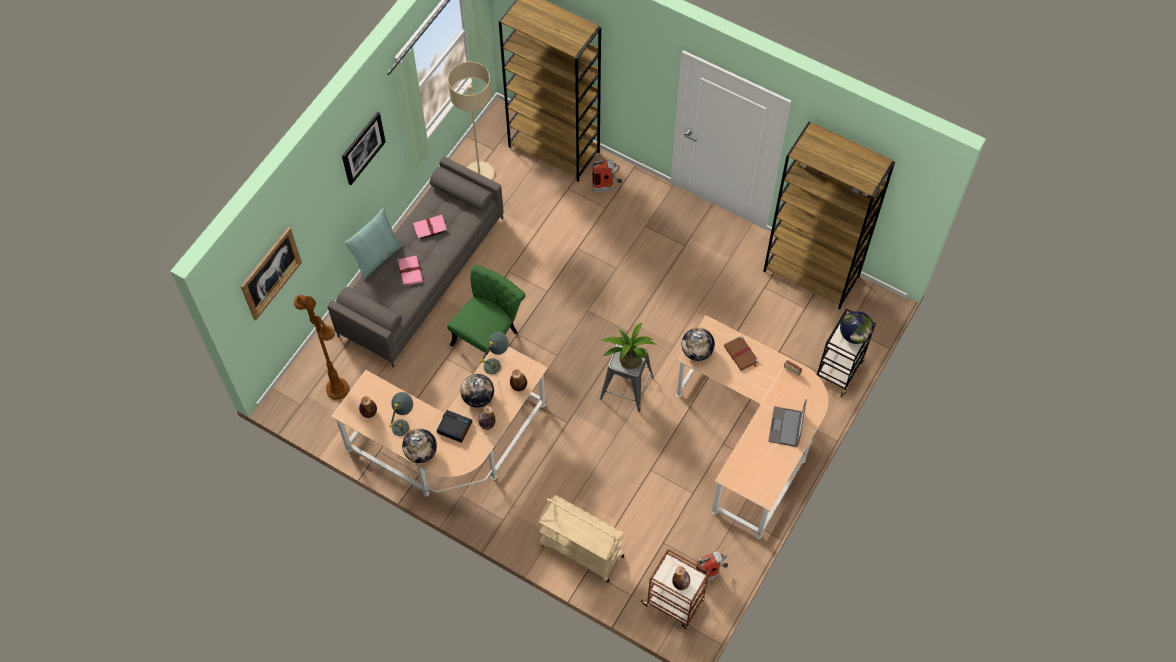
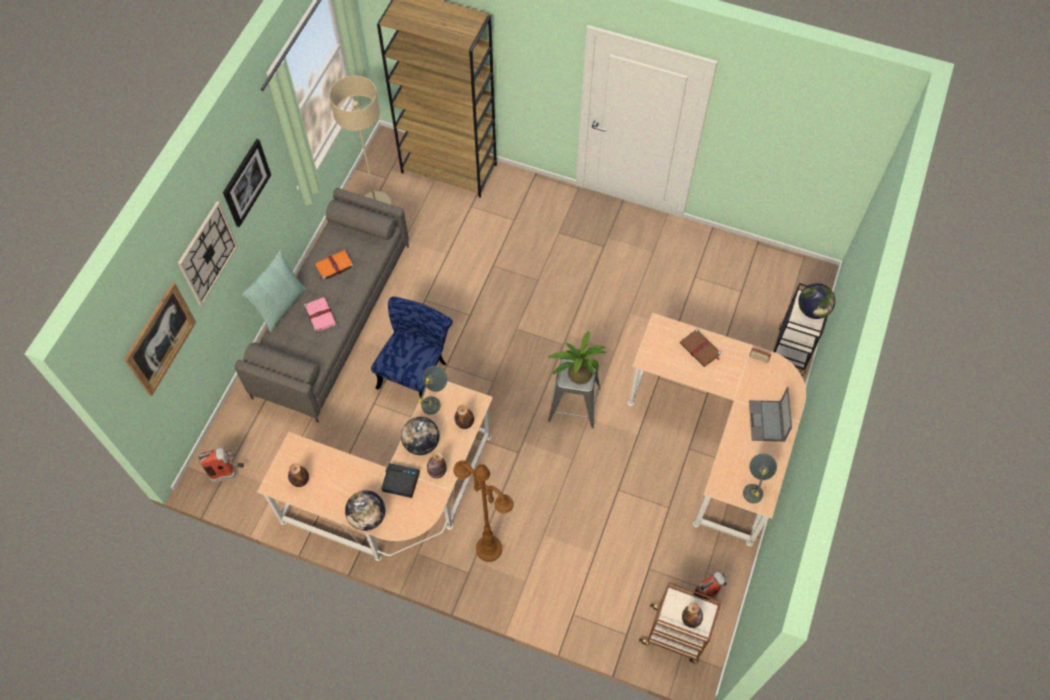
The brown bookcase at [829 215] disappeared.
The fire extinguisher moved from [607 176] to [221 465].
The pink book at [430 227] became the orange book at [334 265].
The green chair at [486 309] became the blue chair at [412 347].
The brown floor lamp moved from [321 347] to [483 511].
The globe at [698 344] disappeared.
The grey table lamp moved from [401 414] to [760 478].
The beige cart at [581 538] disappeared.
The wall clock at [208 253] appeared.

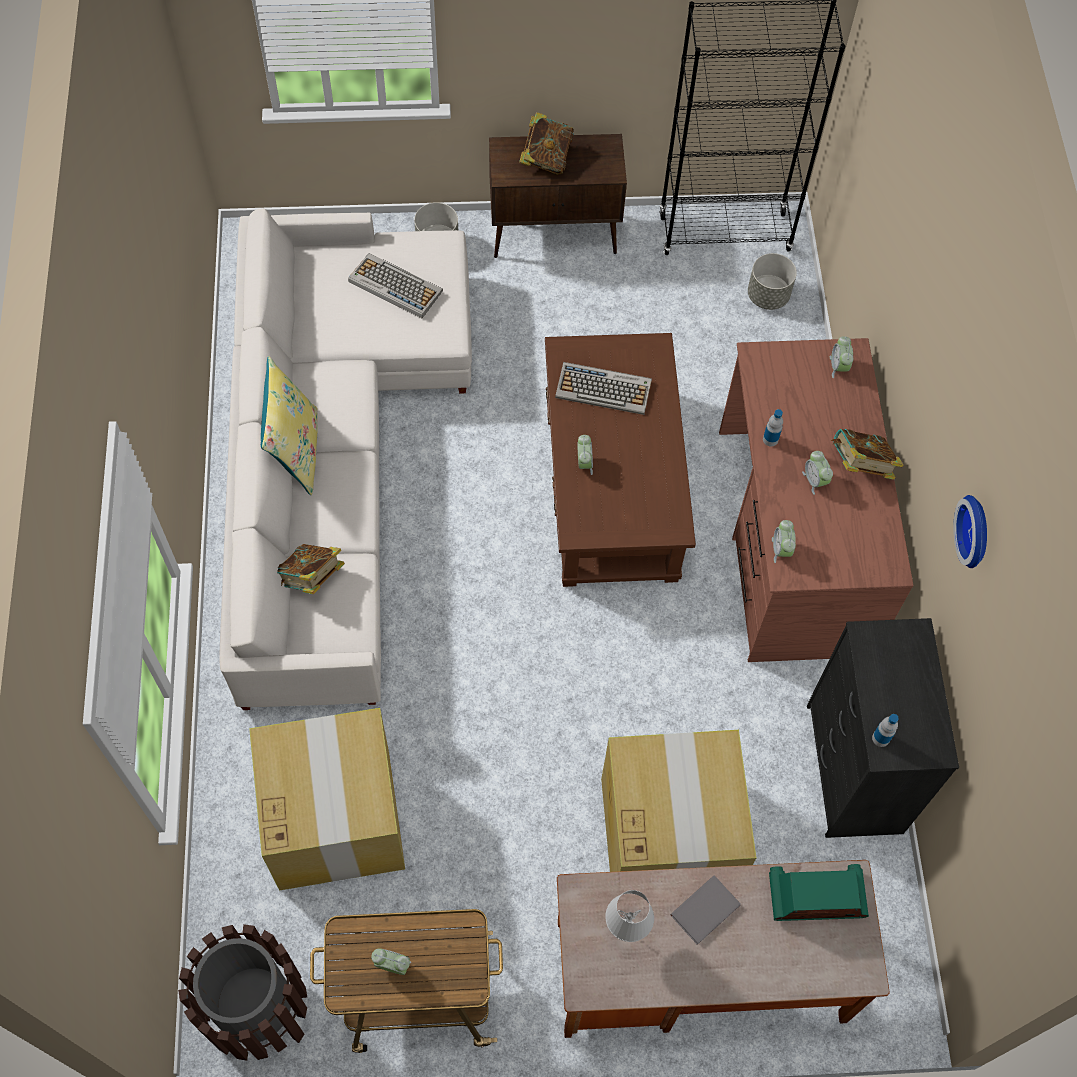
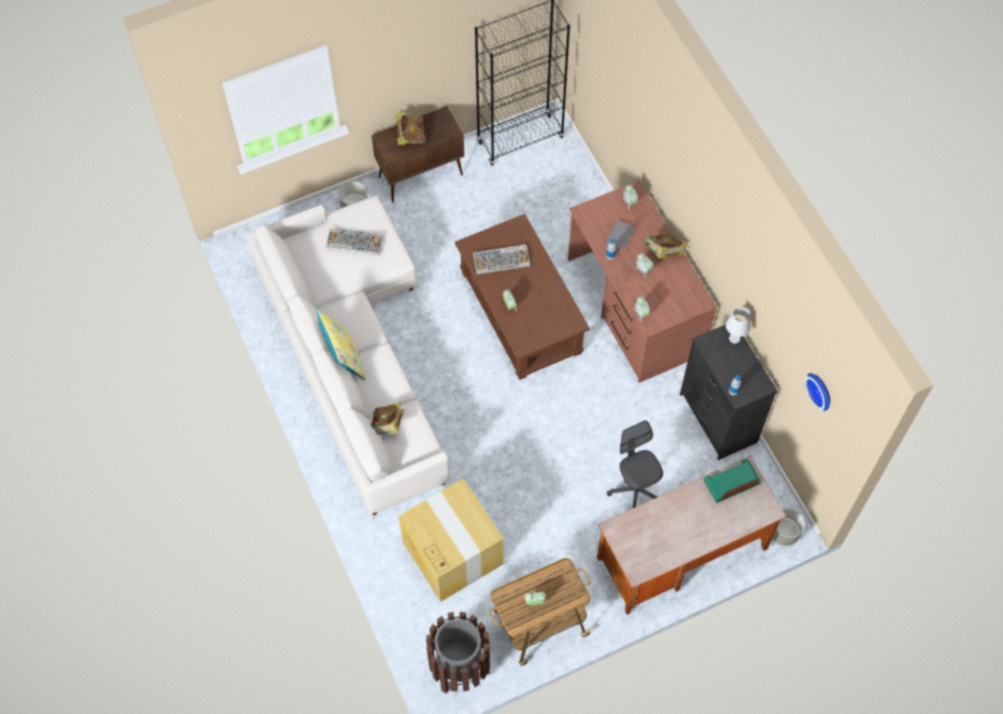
The grey planter moved from [772 281] to [788 527].
The wall clock moved from [970 531] to [817 392].
The cardboard box at [678 801] was replaced by the grey office chair at [635 464].
The grey book moved from [706 910] to [620 236].
The white table lamp moved from [629 916] to [738 325].

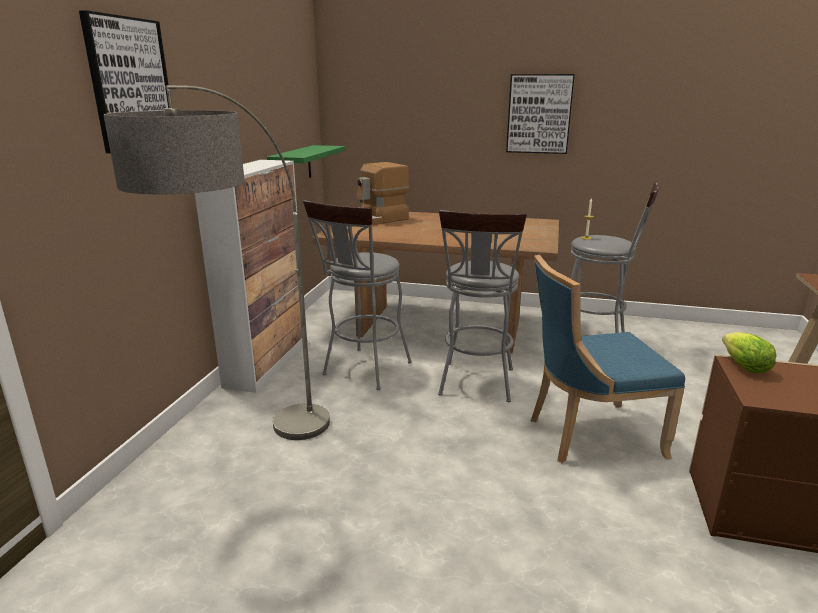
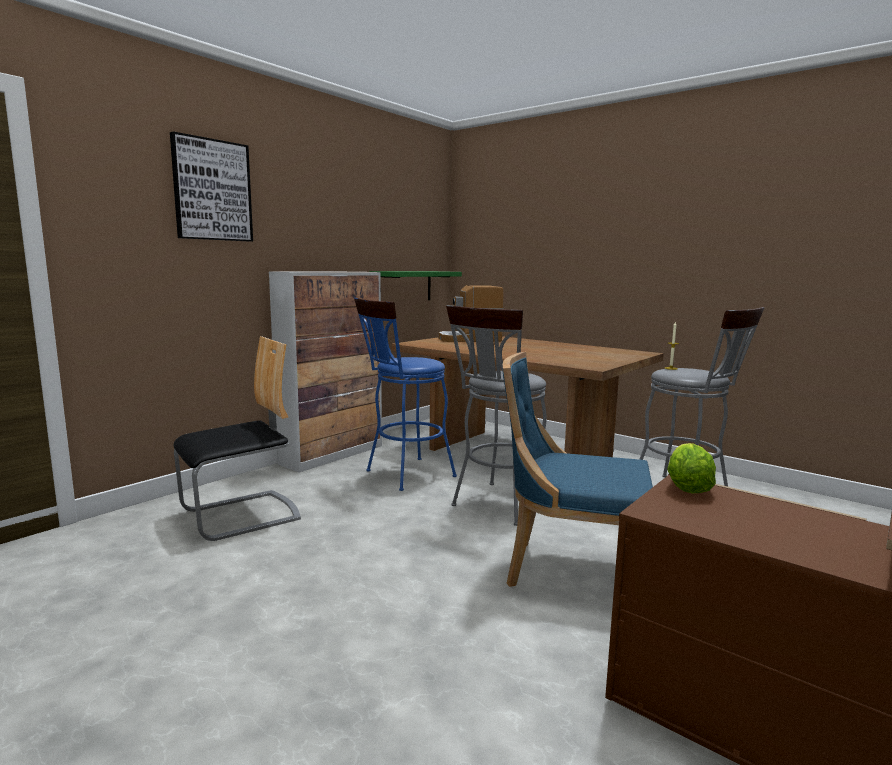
The picture at [540 114] disappeared.
The floor lamp at [217 262] was replaced by the chair at [237 438].
The grey stool at [357 295] became the blue stool at [405 394].

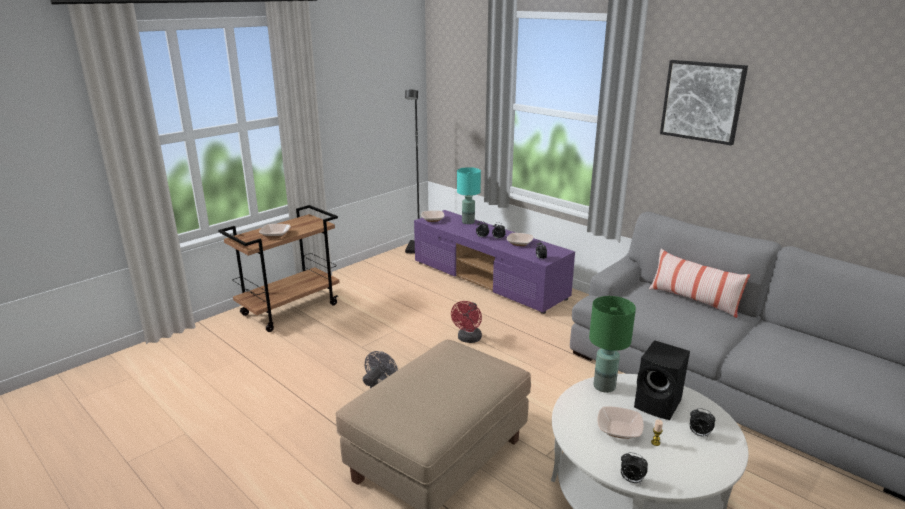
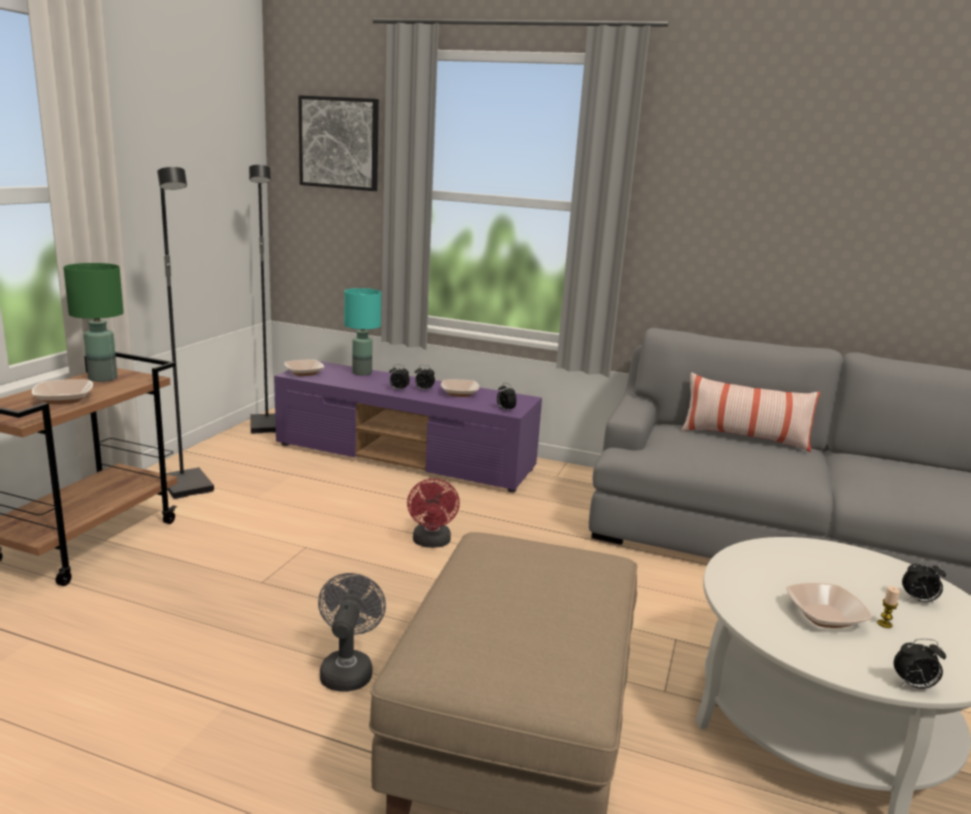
The picture moved from [704 102] to [338 143].
The green table lamp moved from [612 344] to [93 322].
The black speaker at [662 380] disappeared.
The black floor lamp at [185 333] appeared.

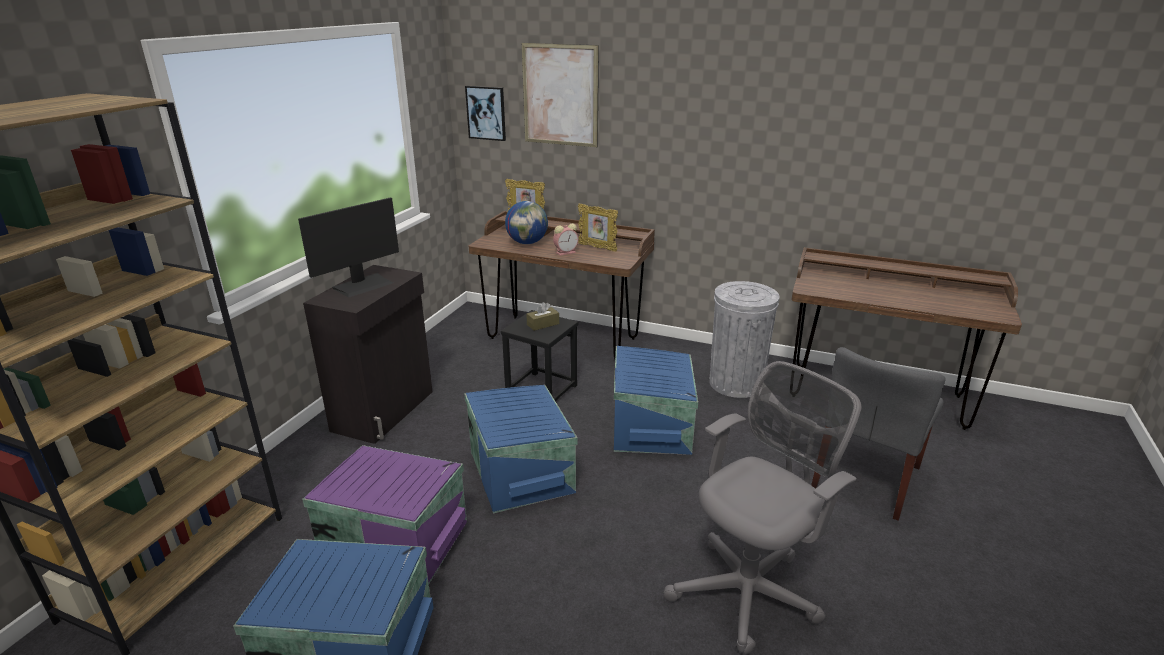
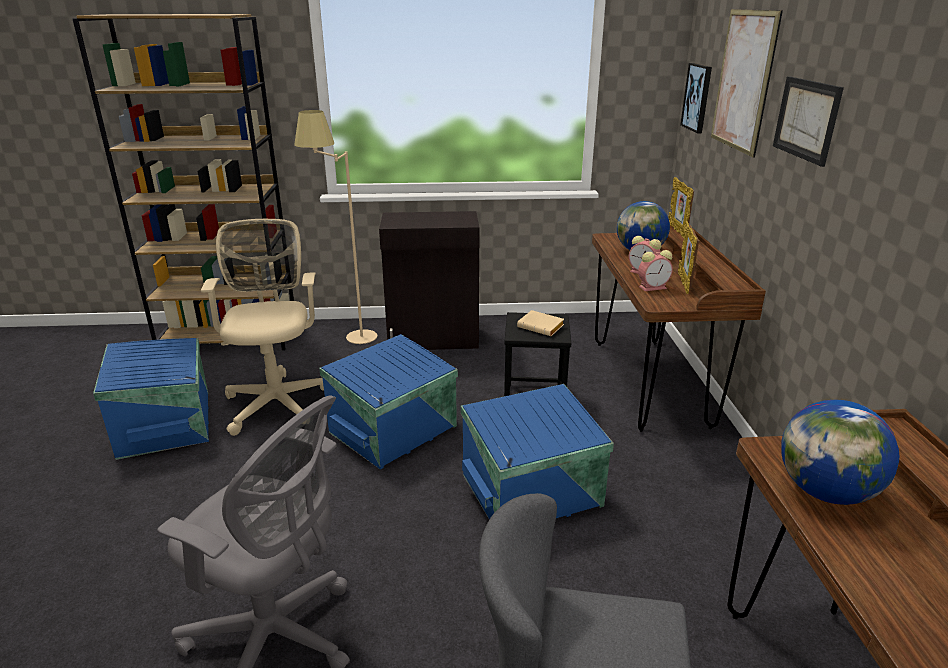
The monitor at [348 247] disappeared.
The grey trash can at [744 339] disappeared.
The brown tissue box at [542 316] was replaced by the beige book at [540 323].
The purple storage box at [384 514] was replaced by the beige office chair at [262 327].
The picture at [808 121] appeared.
The beige floor lamp at [335 227] appeared.
The alarm clock at [655 270] appeared.
The globe at [840 452] appeared.

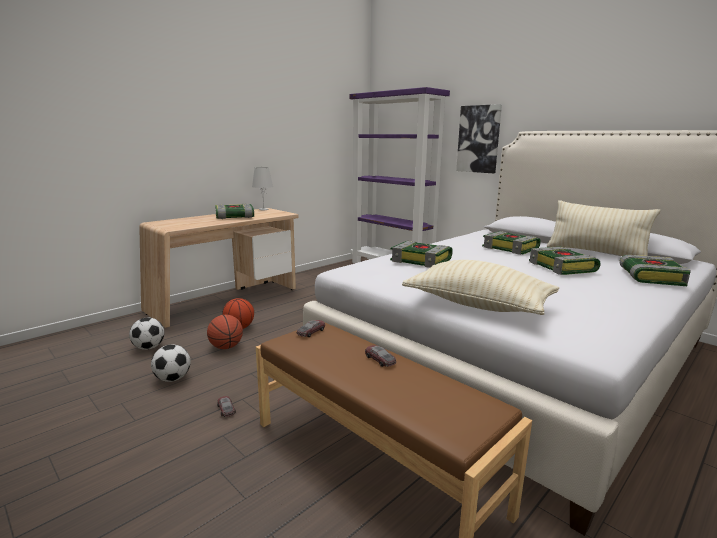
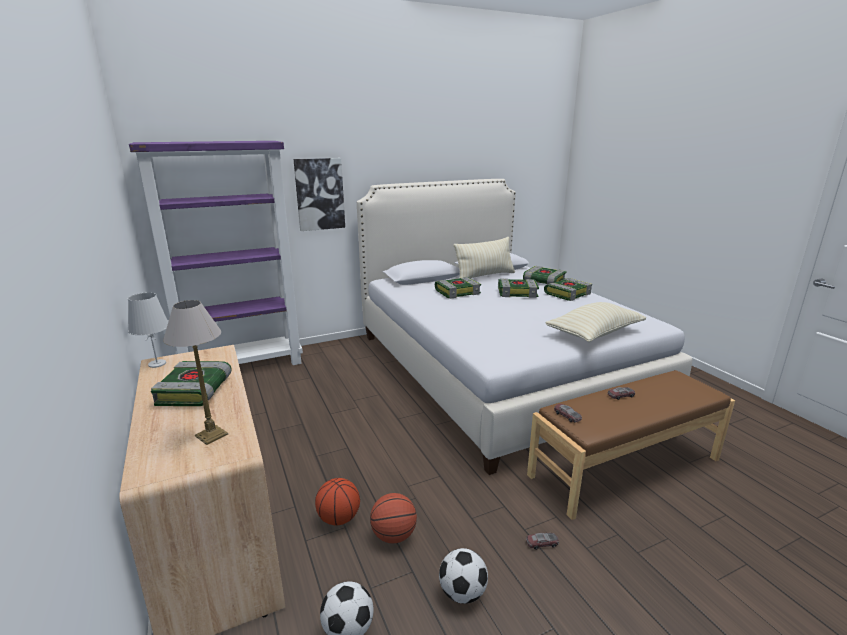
The book moved from [421 254] to [568 289].
The table lamp at [195 372] appeared.

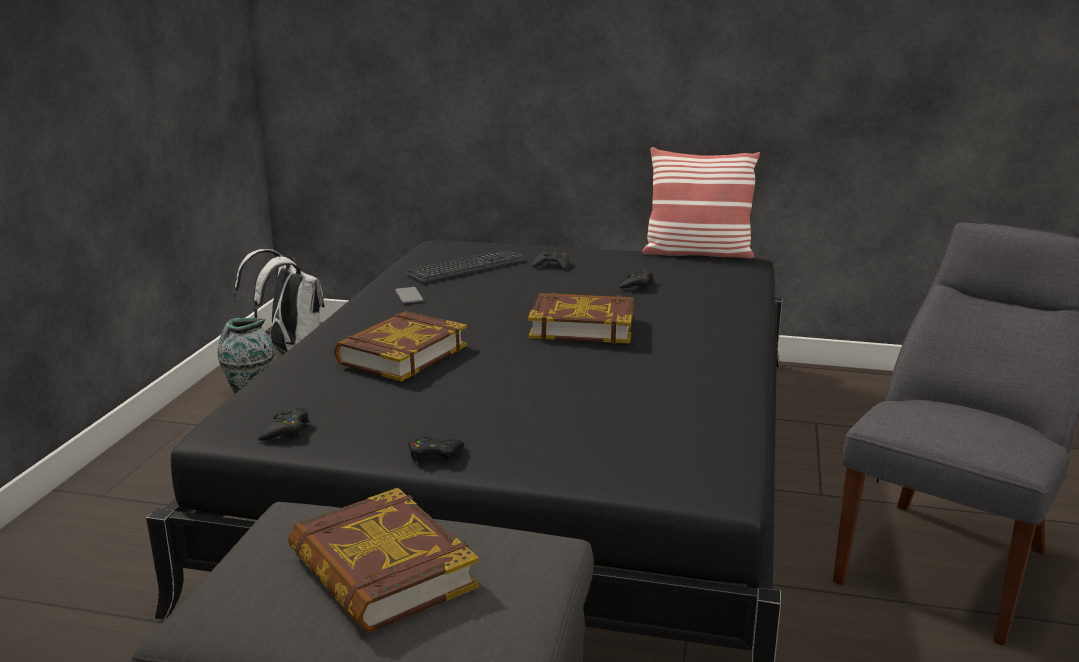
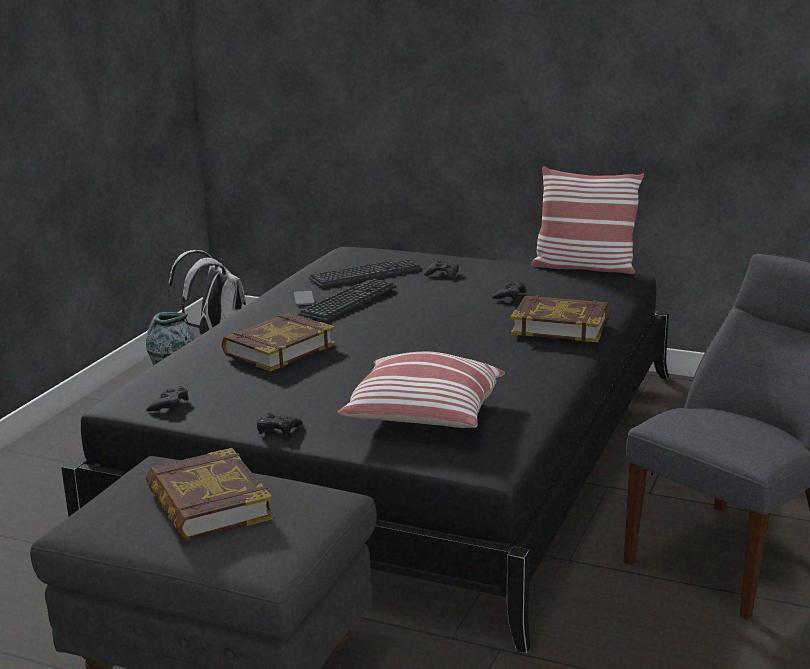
The book moved from [581 317] to [559 318].
The keyboard at [347 300] appeared.
The pillow at [421 390] appeared.

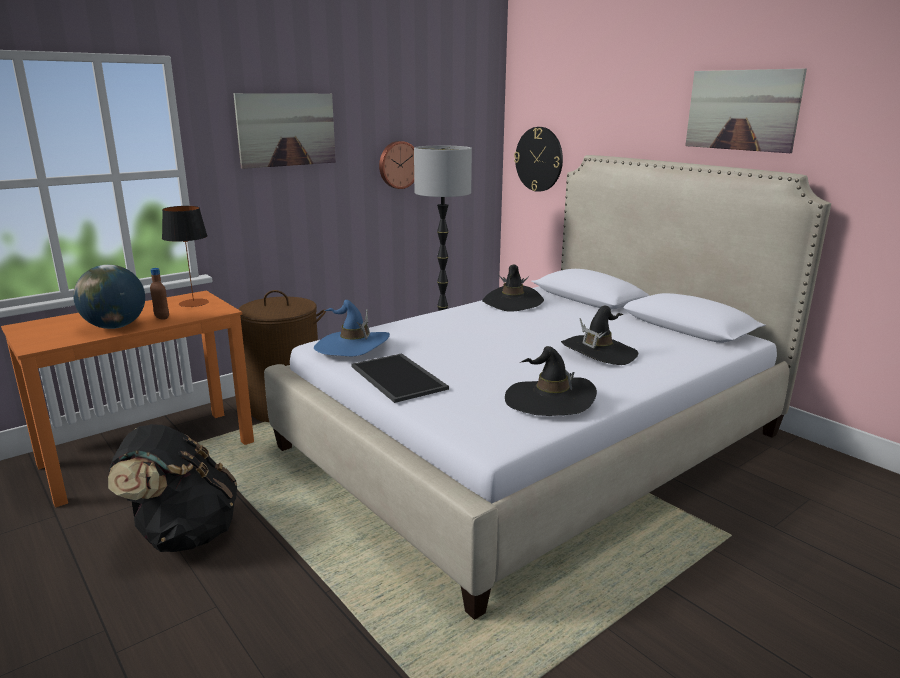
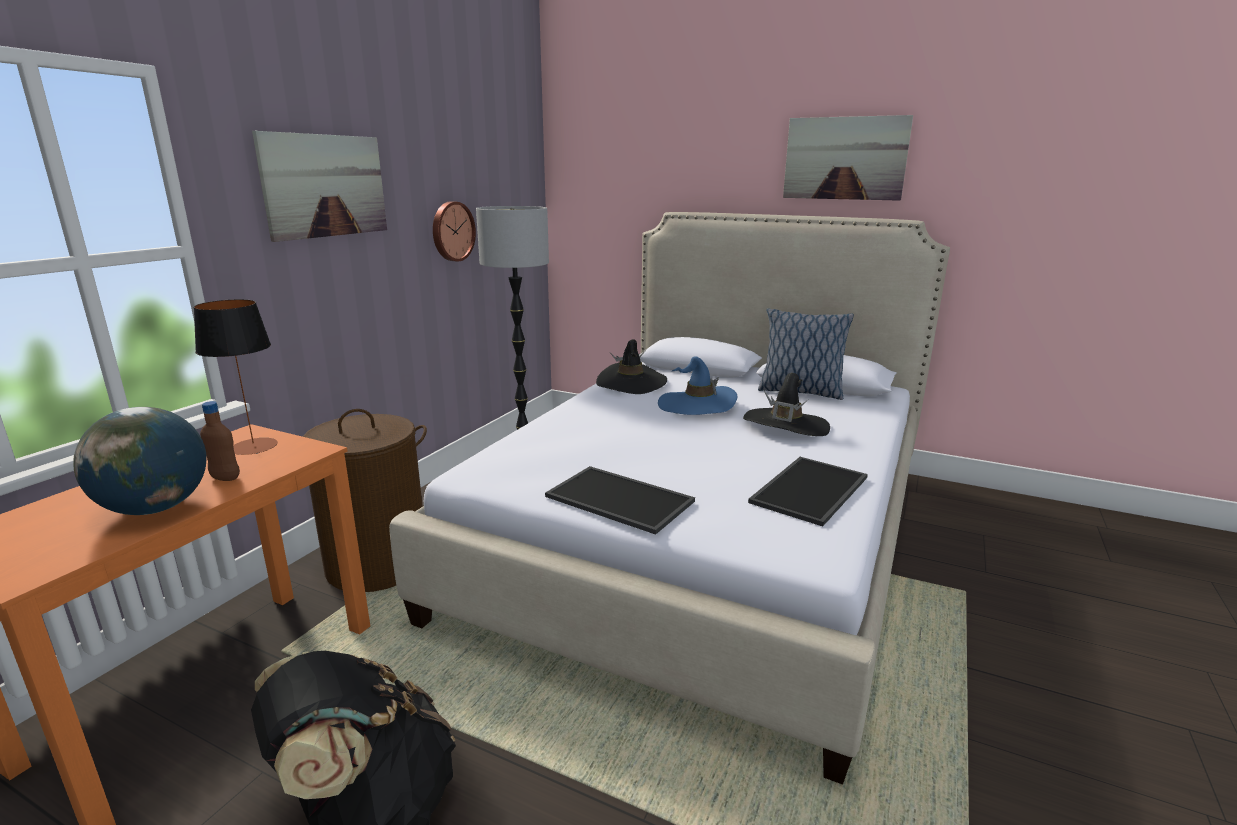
The wall clock at [538 159] disappeared.
The blue hat moved from [352 328] to [697 385].
The black hat at [551 381] was replaced by the tray at [808 491].
The pillow at [806 354] appeared.

